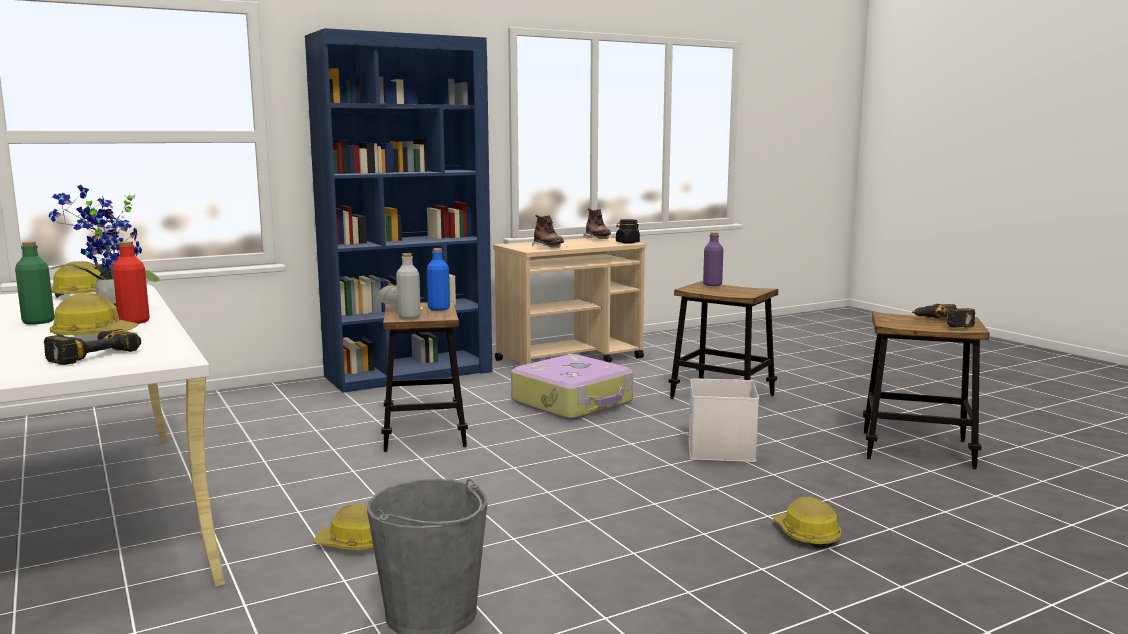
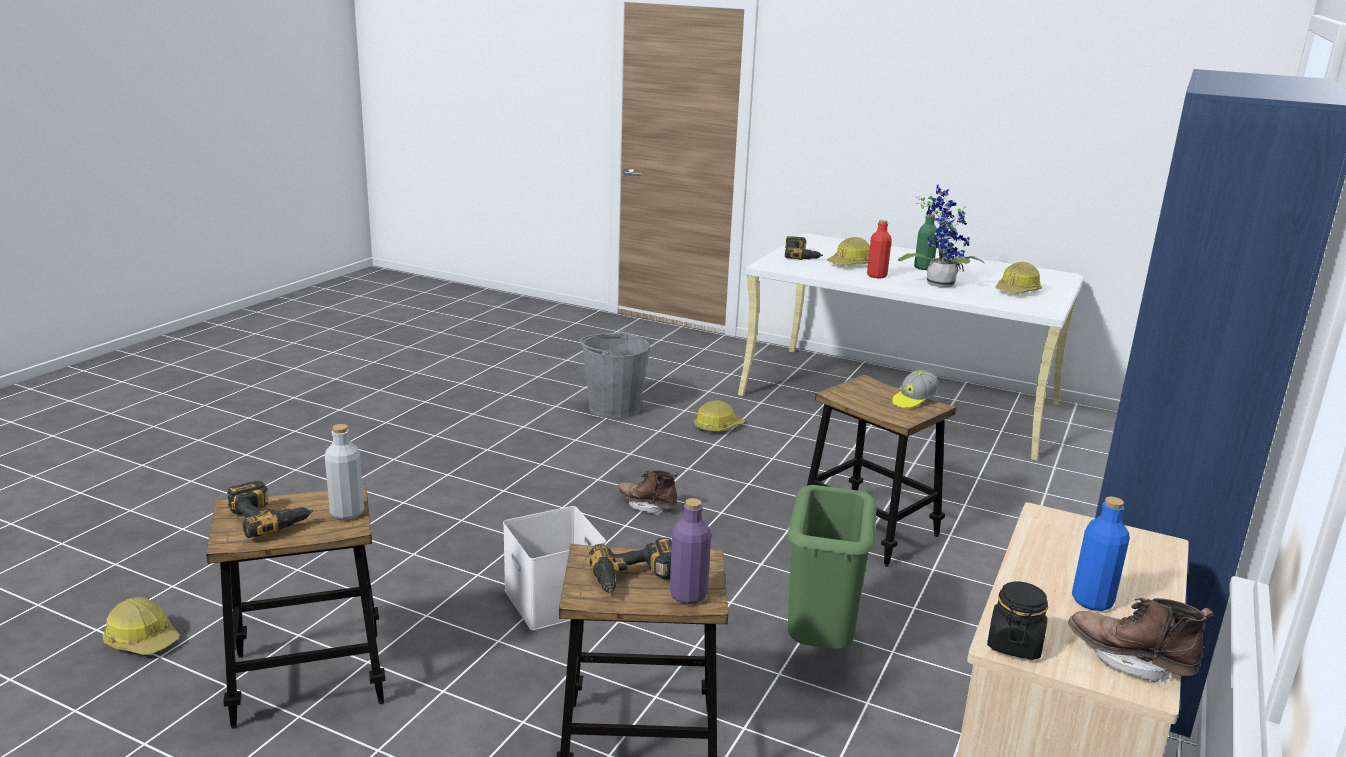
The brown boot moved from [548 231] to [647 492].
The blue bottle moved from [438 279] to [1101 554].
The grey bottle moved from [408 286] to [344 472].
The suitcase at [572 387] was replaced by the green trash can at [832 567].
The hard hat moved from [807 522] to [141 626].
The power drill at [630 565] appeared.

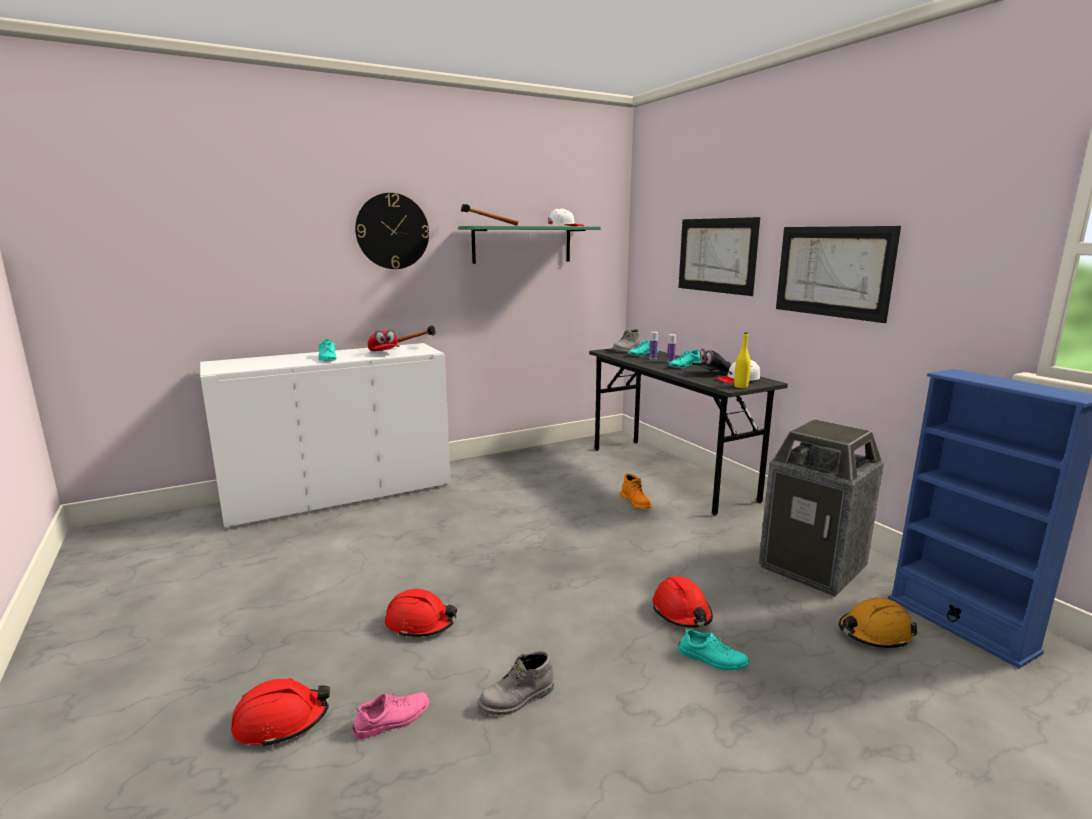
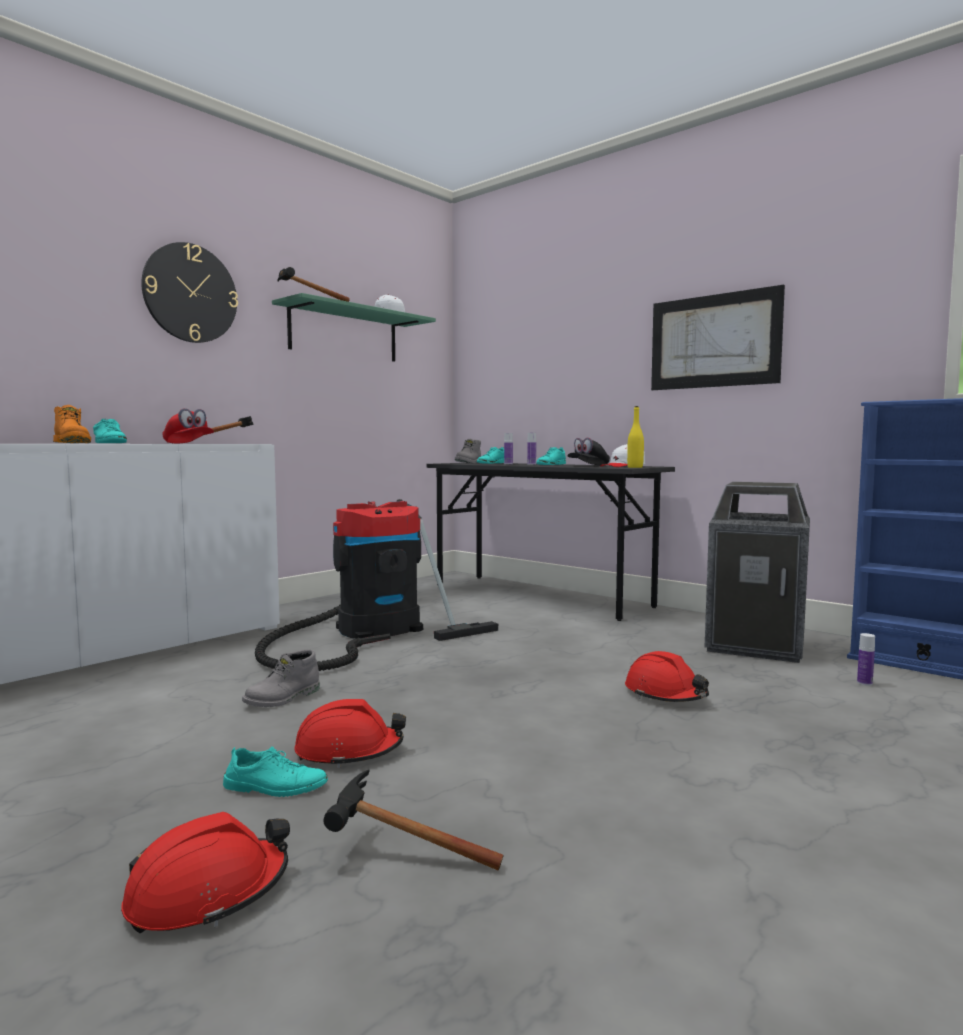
The picture at [719 256] disappeared.
The orange boot moved from [636 491] to [72 424].
The orange hard hat at [878 623] was replaced by the bottle at [866 659].
The turquoise shoe moved from [713 649] to [275 771].
The grey boot moved from [515 682] to [281 678].
The pink shoe at [391 716] was replaced by the hammer at [413 820].
The vacuum cleaner at [376 585] appeared.

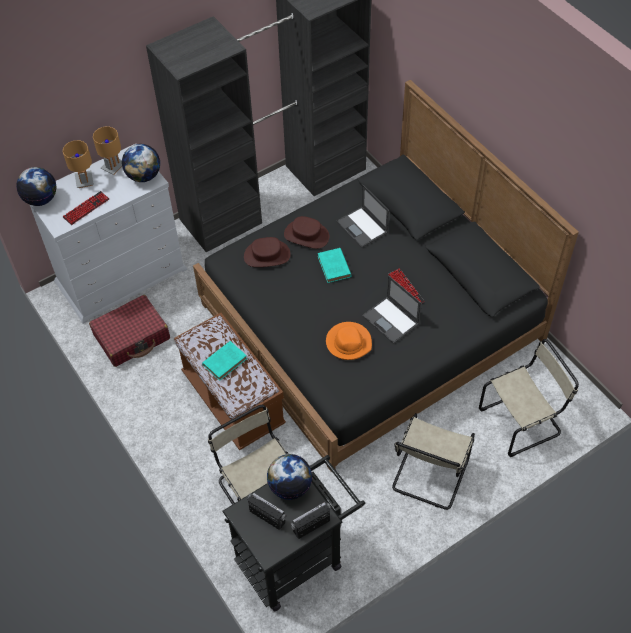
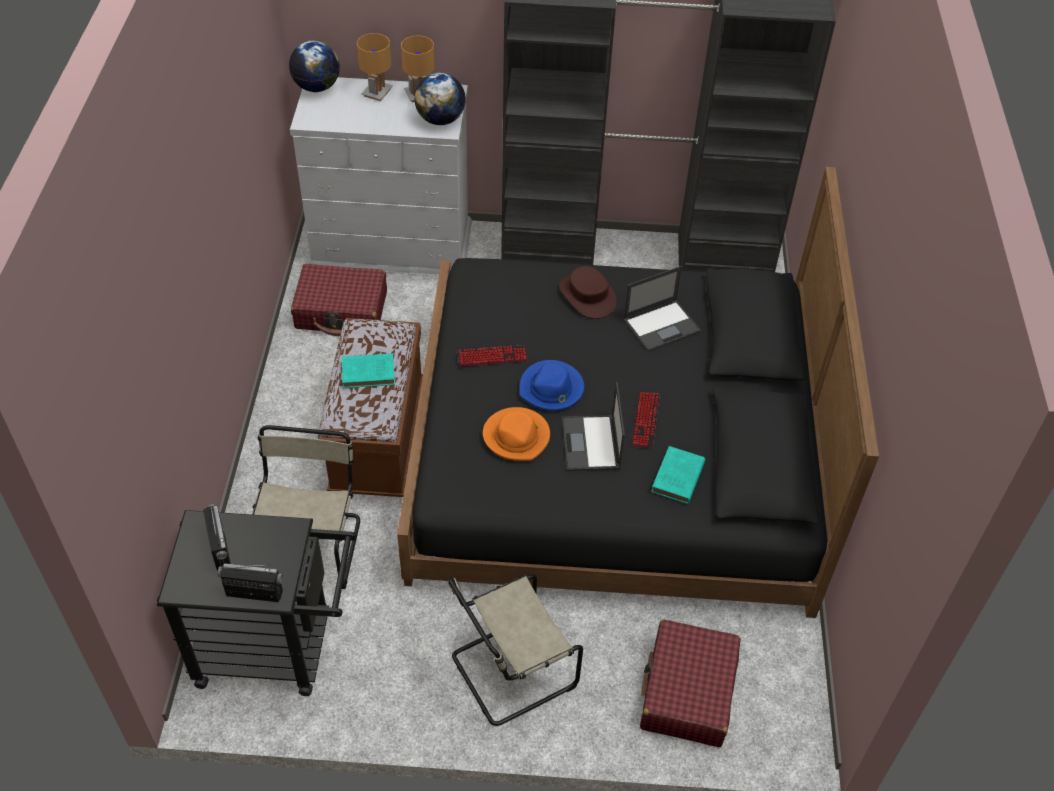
The laptop at [362 216] turned 120 degrees counterclockwise.
The keyboard moved from [86 208] to [493 356].
The brown hat at [267 252] disappeared.
The turquoise book moved from [334 265] to [678 475].
The beige chair at [529 398] was replaced by the red suitcase at [690 683].
The globe at [289 477] disappeared.
The blue hat at [551 385] appeared.

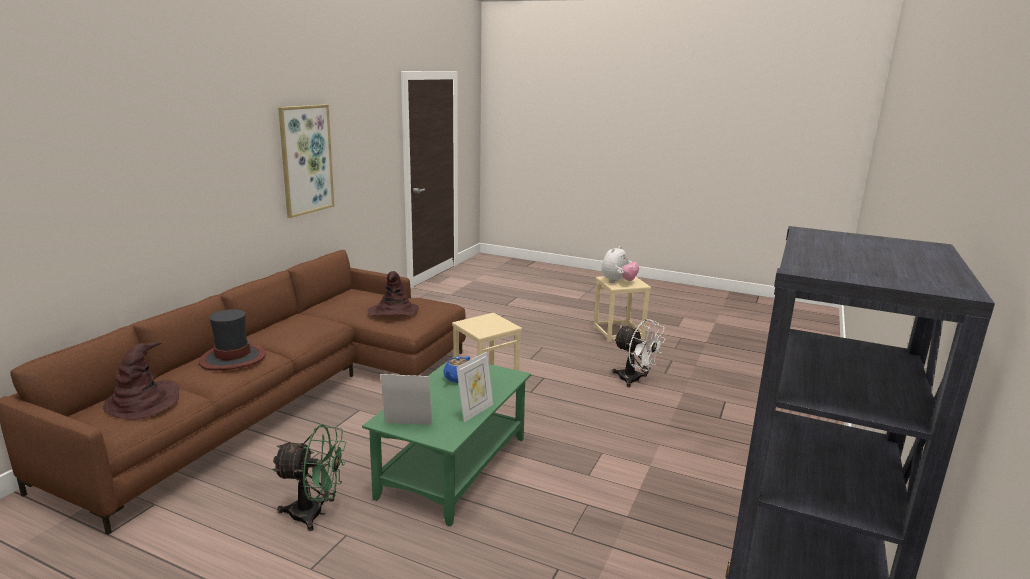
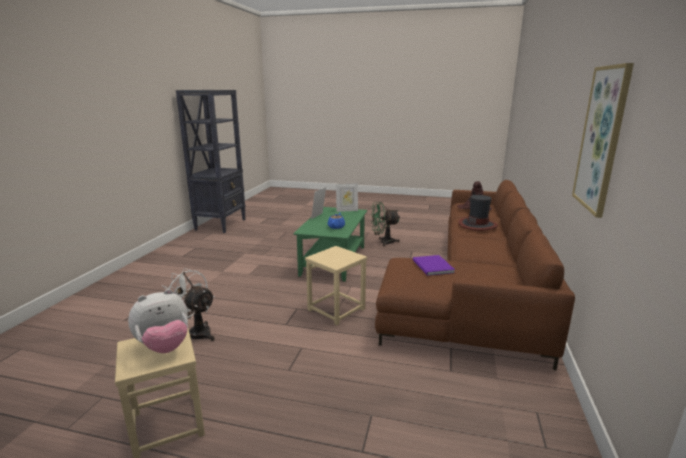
The plush toy at [620 264] turned 150 degrees counterclockwise.
The brown hat at [393 293] was replaced by the purple book at [434 265].

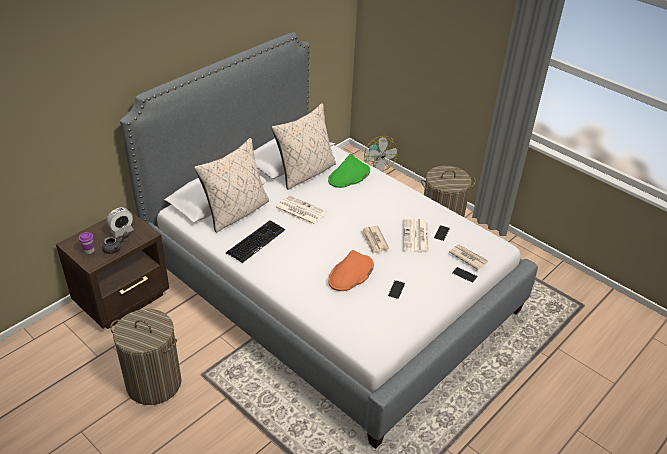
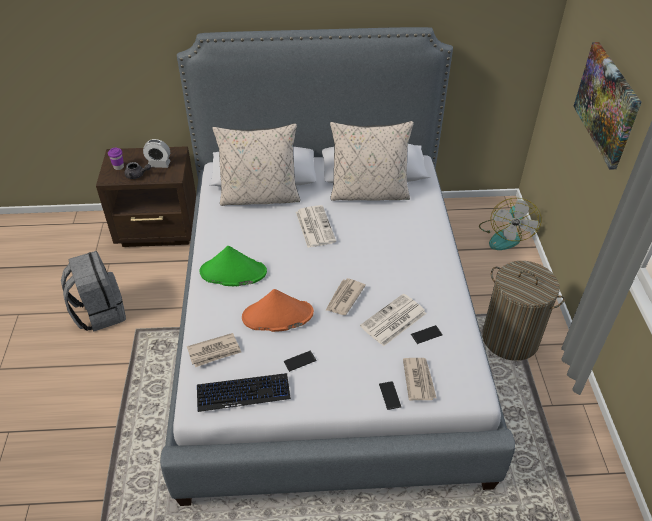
The green hat moved from [349 171] to [233 266].
The keyboard moved from [255 241] to [244 392].
The laundry basket at [146 357] was replaced by the grey backpack at [93 291].
The picture at [607 106] appeared.
The newspaper at [214 350] appeared.

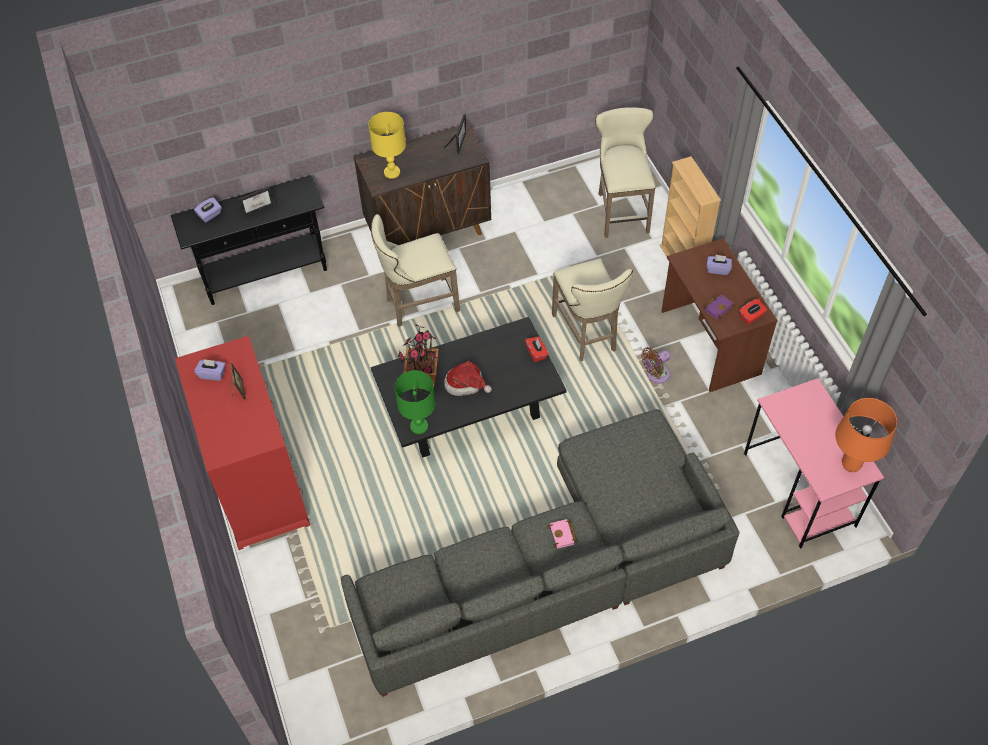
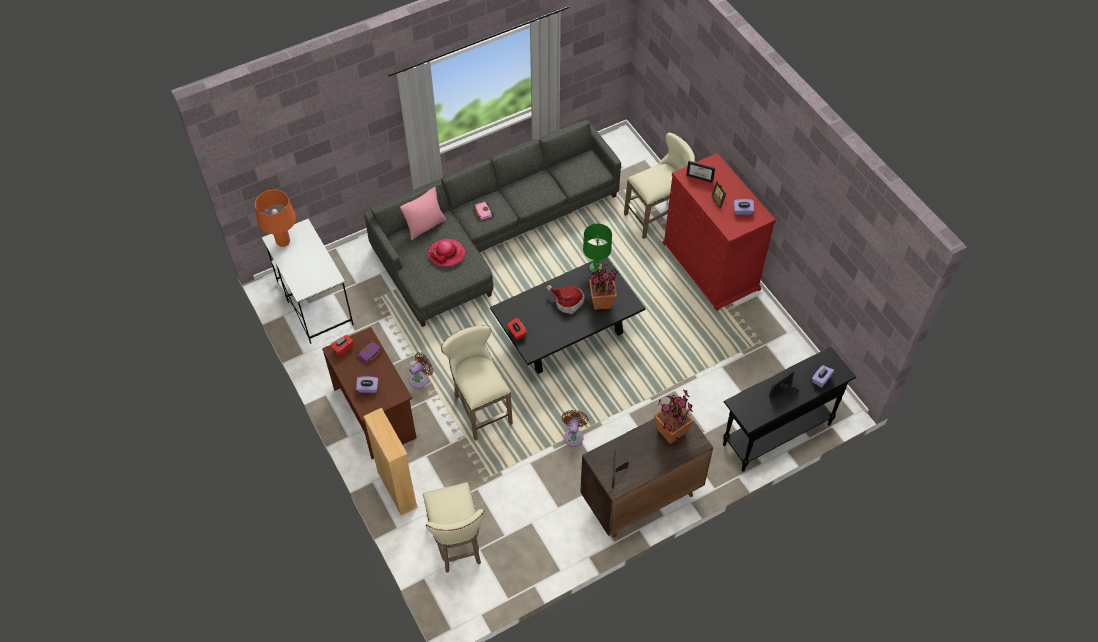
The yellow table lamp at [387 145] was replaced by the potted plant at [674 416].
The beige stool moved from [415 270] to [660 185].
The pink desk at [814 463] became the white desk at [308 281].
The picture frame at [700 172] appeared.
The pink pillow at [423 213] appeared.
The hat at [447 253] appeared.
The brown fan at [575 428] appeared.

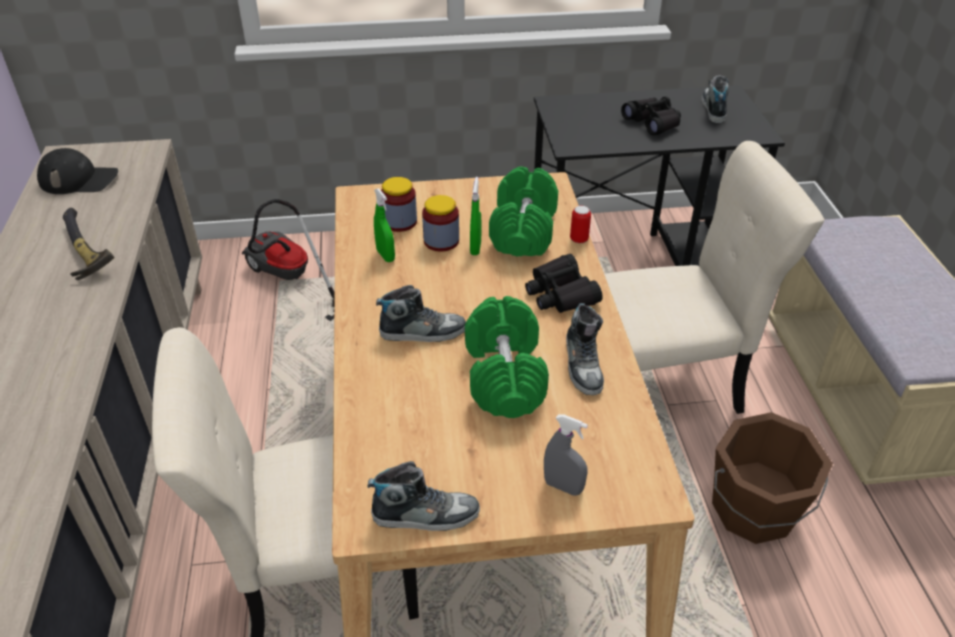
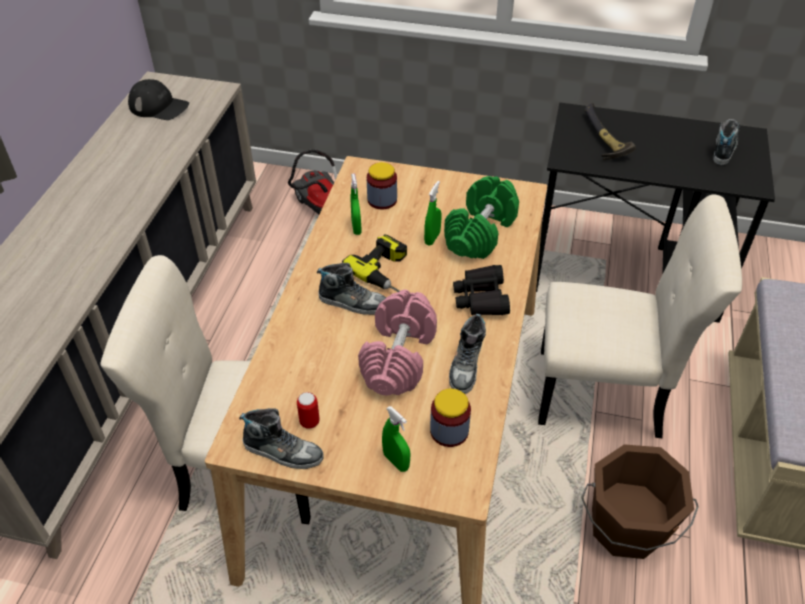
The black binoculars at [651 115] disappeared.
The jar moved from [440 223] to [450 418].
The can moved from [580 224] to [308 410].
The hammer moved from [88 244] to [610 132].
The green dumbbell at [507 357] became the pink dumbbell at [397 343].
The grey spray bottle at [566 455] became the green spray bottle at [396 439].
The power drill at [374 263] appeared.

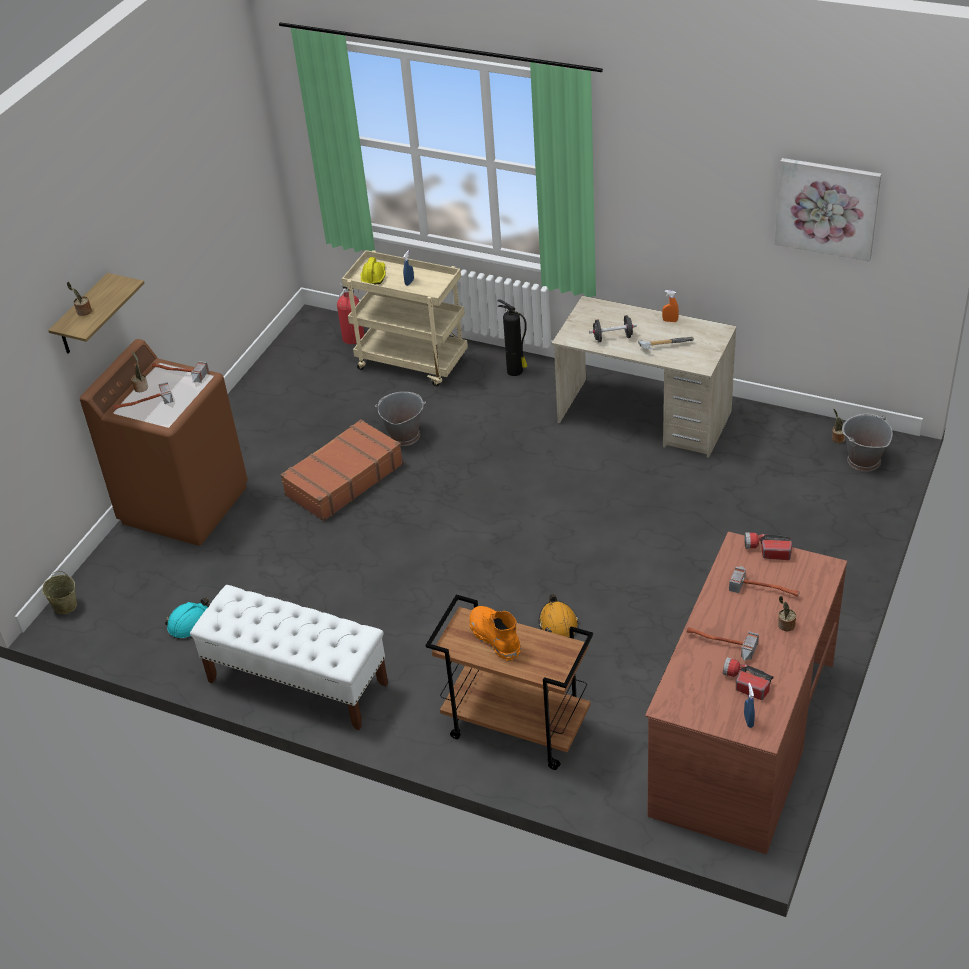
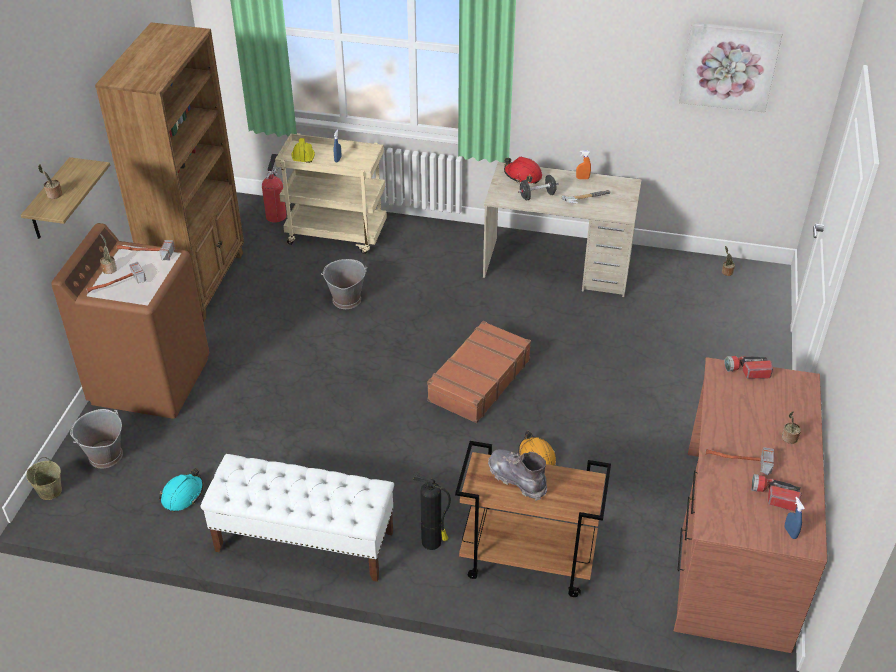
The fire extinguisher moved from [513 337] to [432 511].
The grey bucket moved from [867 443] to [96 439].
The brown suitcase moved from [342 470] to [479 372].
The hammer at [764 581] disappeared.
The orange boot at [495 634] became the grey boot at [517 475].
The brown bookcase at [169 172] appeared.
The red hard hat at [523 170] appeared.

